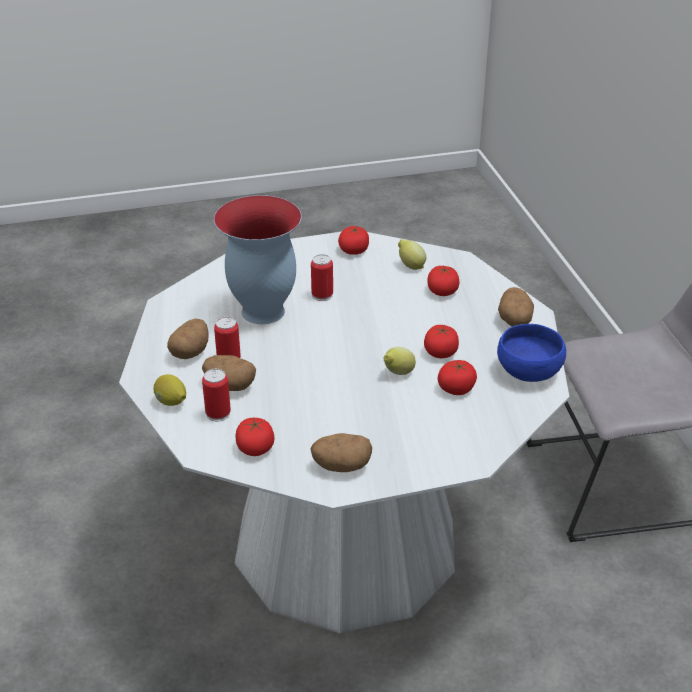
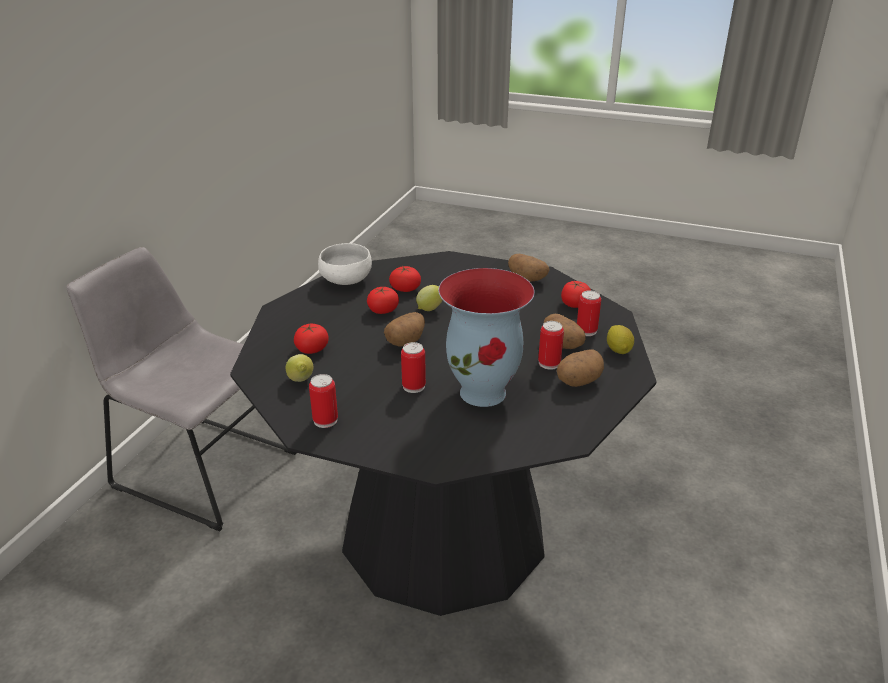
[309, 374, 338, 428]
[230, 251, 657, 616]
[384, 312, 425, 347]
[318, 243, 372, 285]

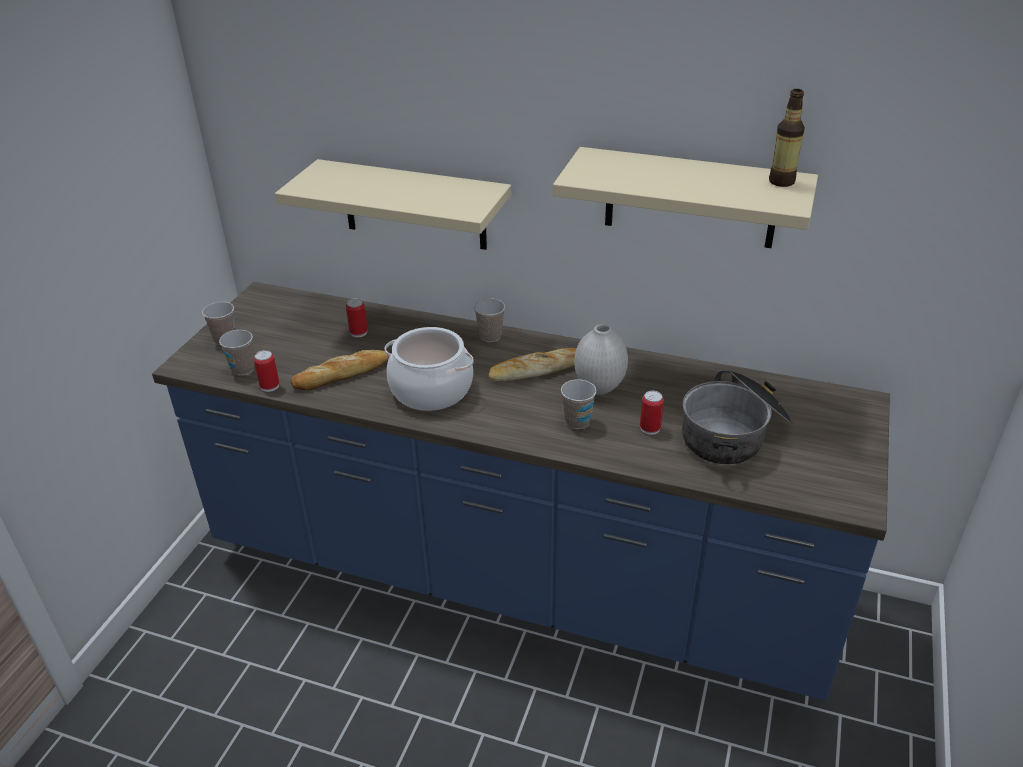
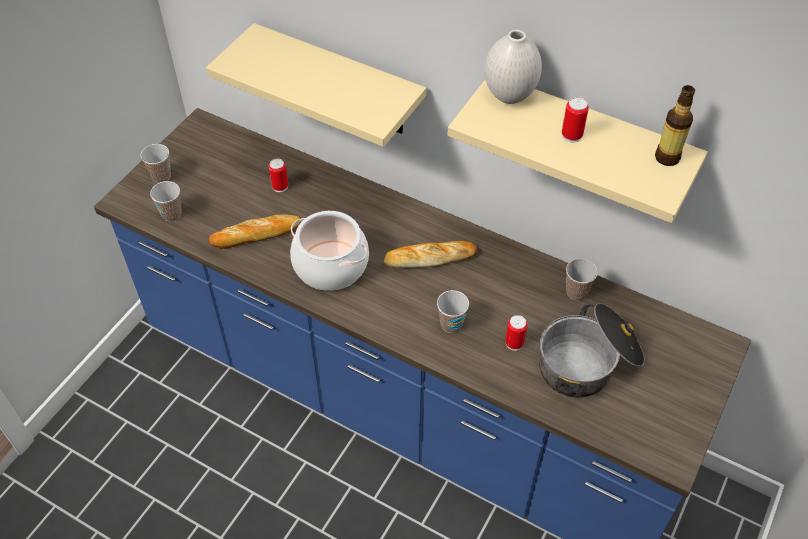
[566, 258, 598, 301]
[484, 30, 542, 104]
[562, 97, 589, 142]

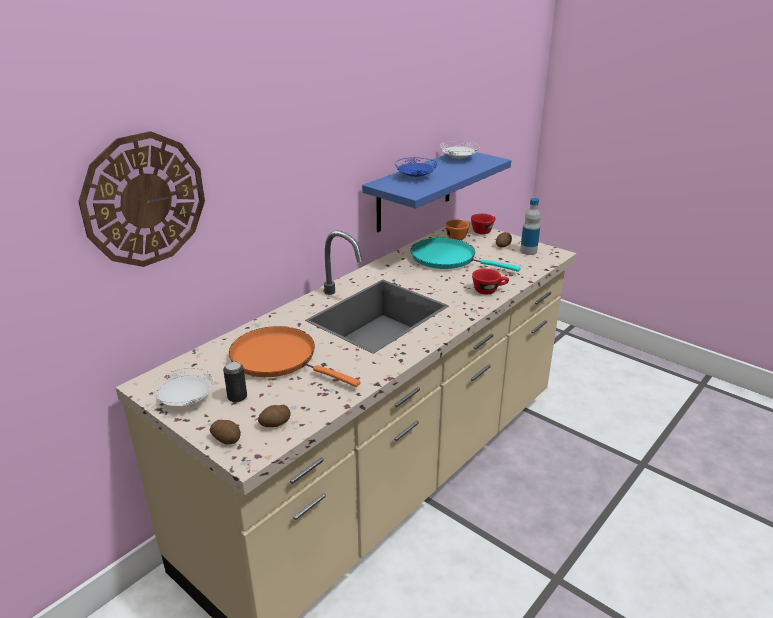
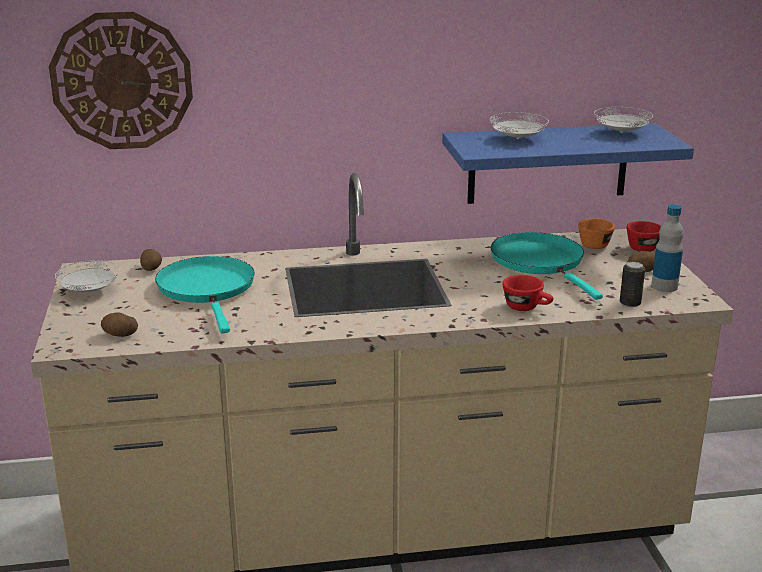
[490, 112, 549, 139]
[155, 256, 255, 333]
[620, 261, 645, 307]
[140, 249, 162, 271]

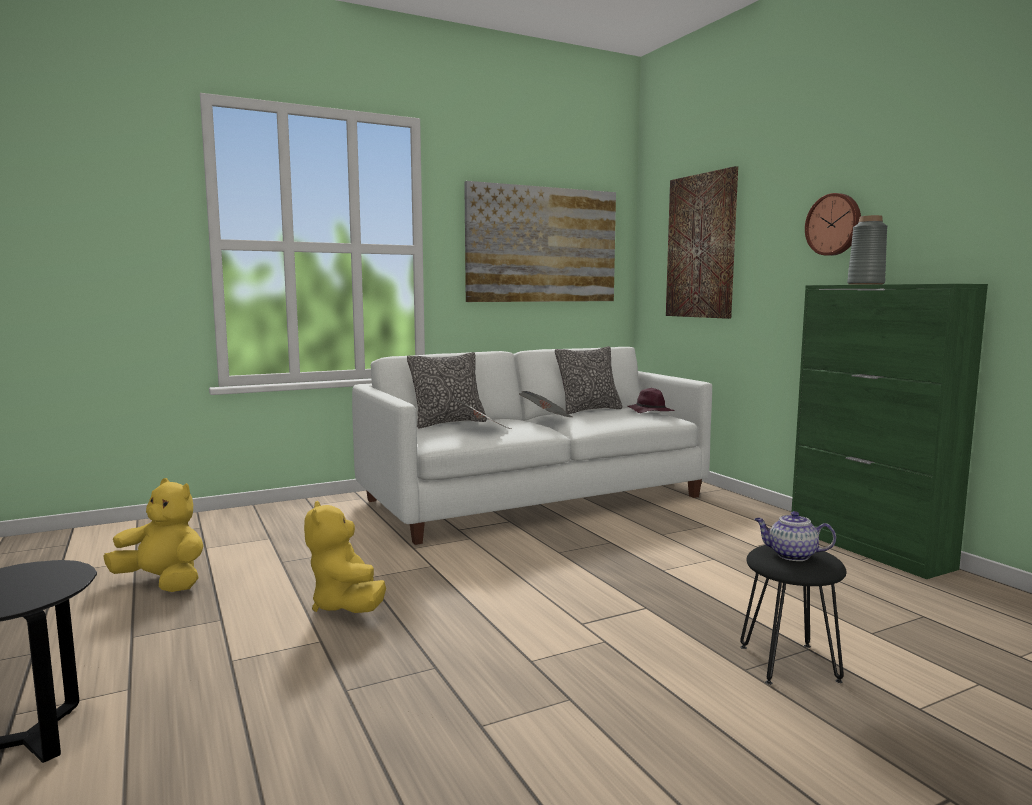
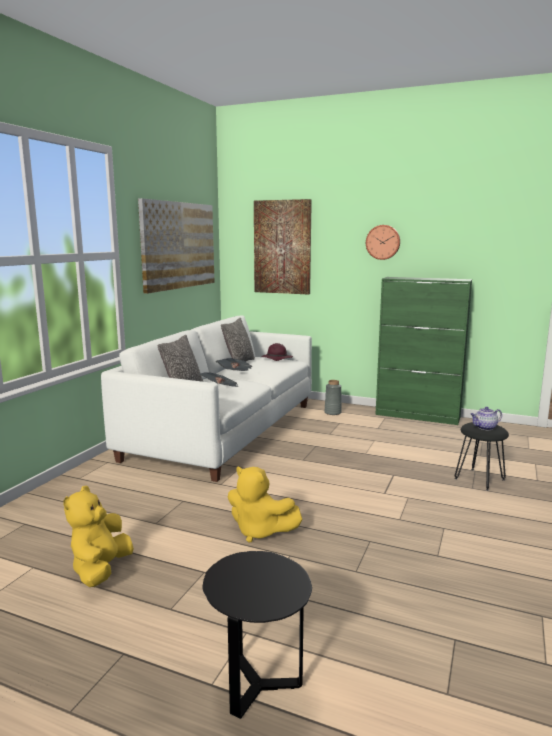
[324, 380, 342, 415]
[63, 485, 134, 587]

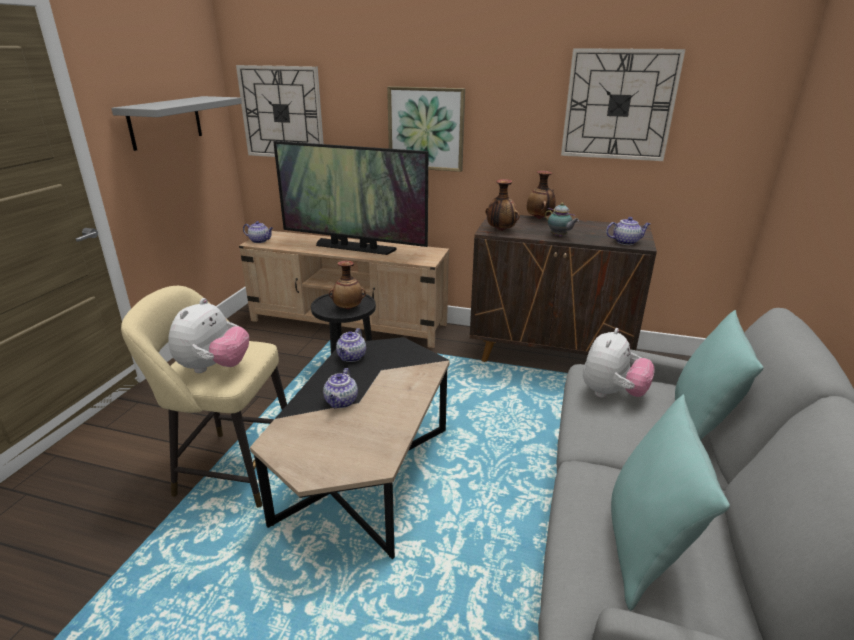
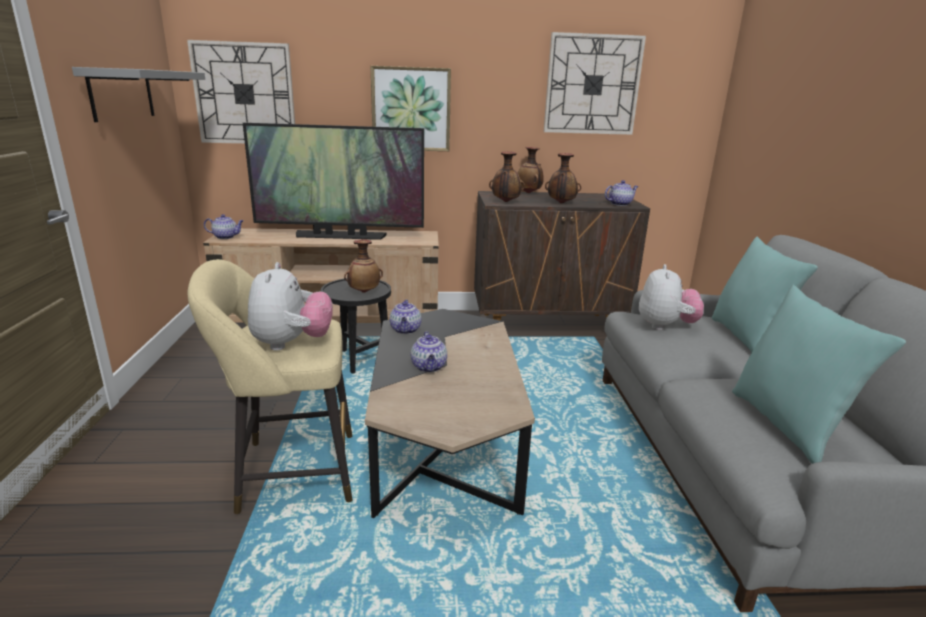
[545, 153, 581, 203]

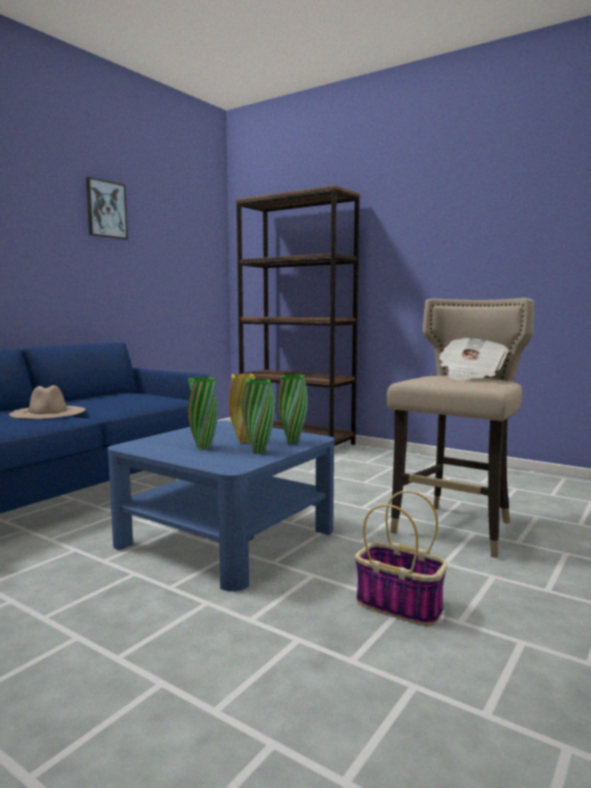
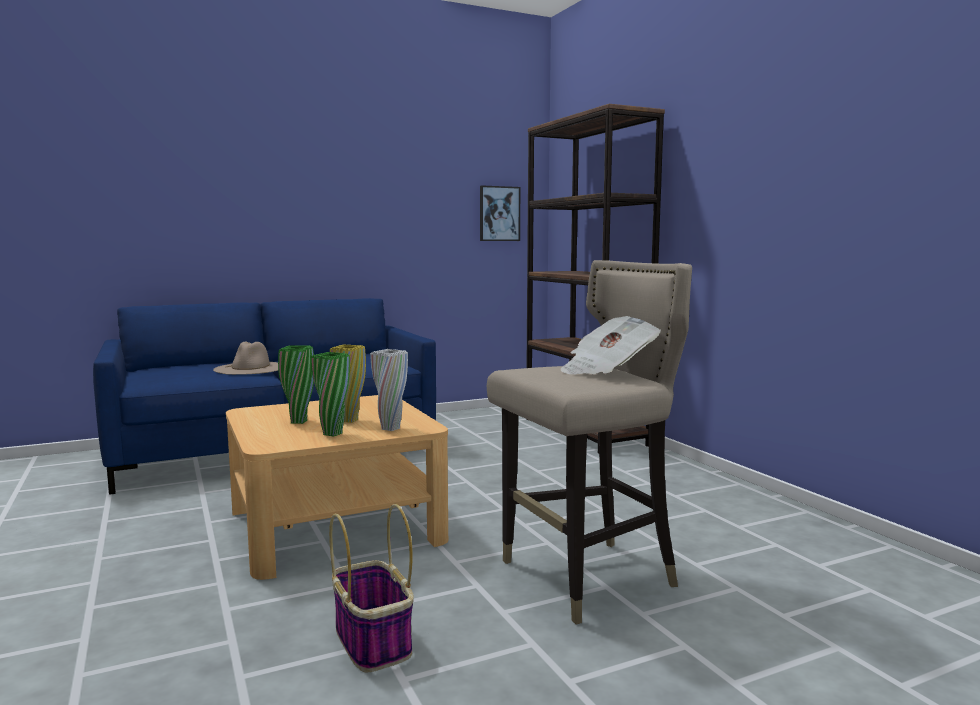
[480, 185, 520, 241]
[370, 349, 408, 431]
[226, 395, 448, 580]

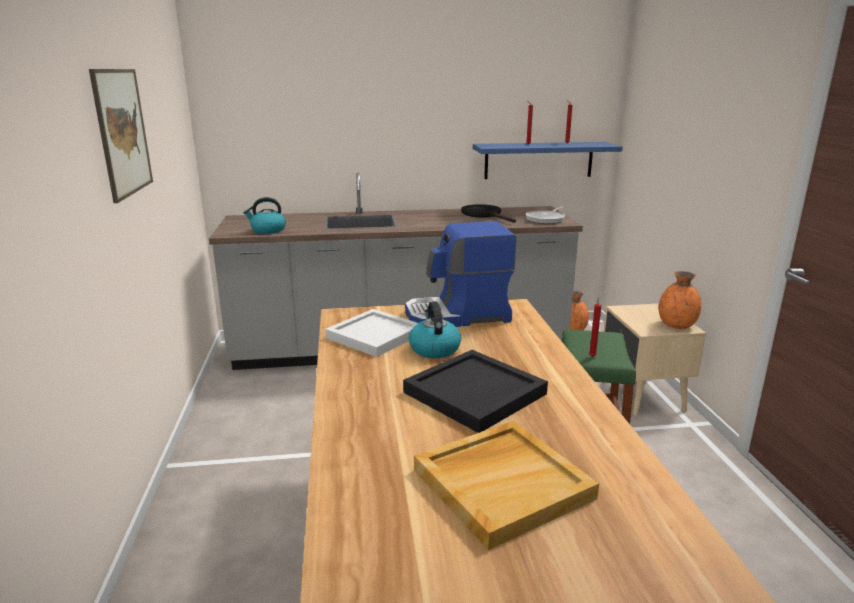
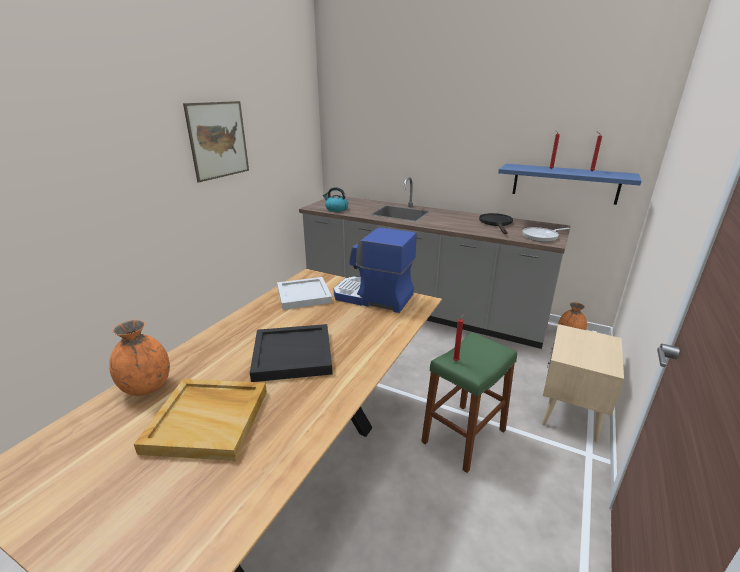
[109, 320, 170, 396]
[409, 301, 461, 358] (first image)

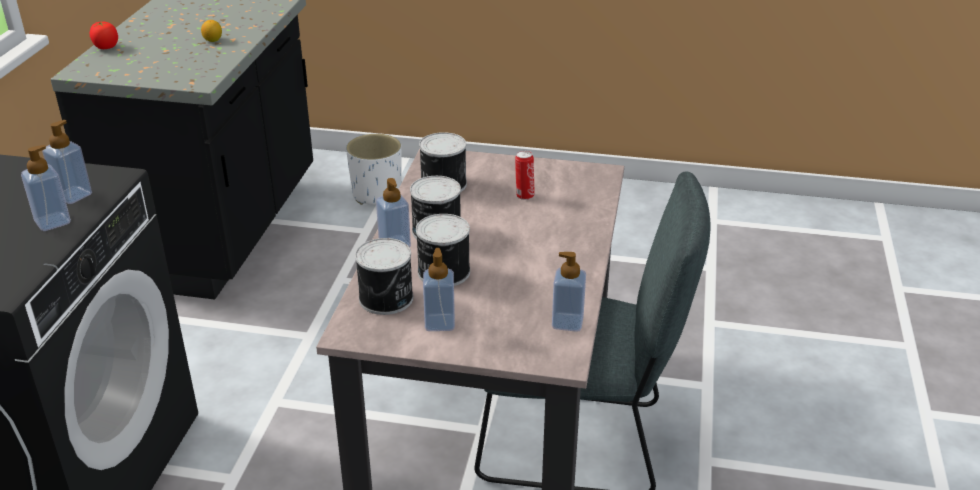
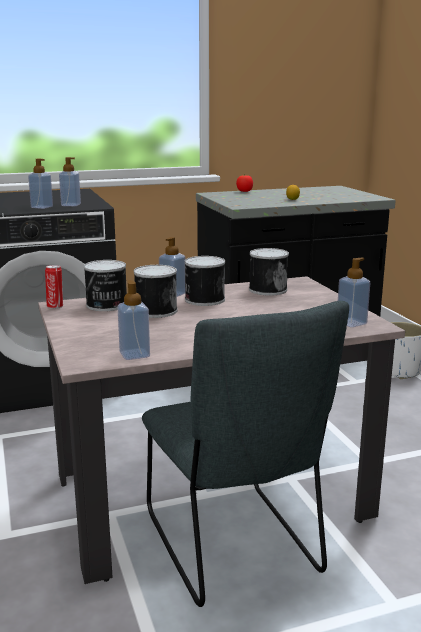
[45, 265, 63, 309]
[338, 258, 371, 327]

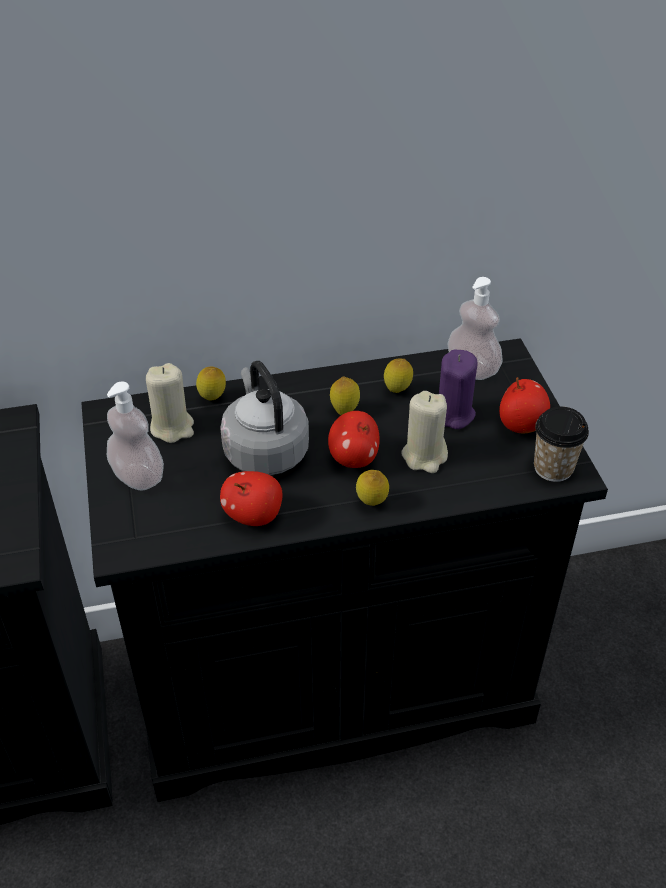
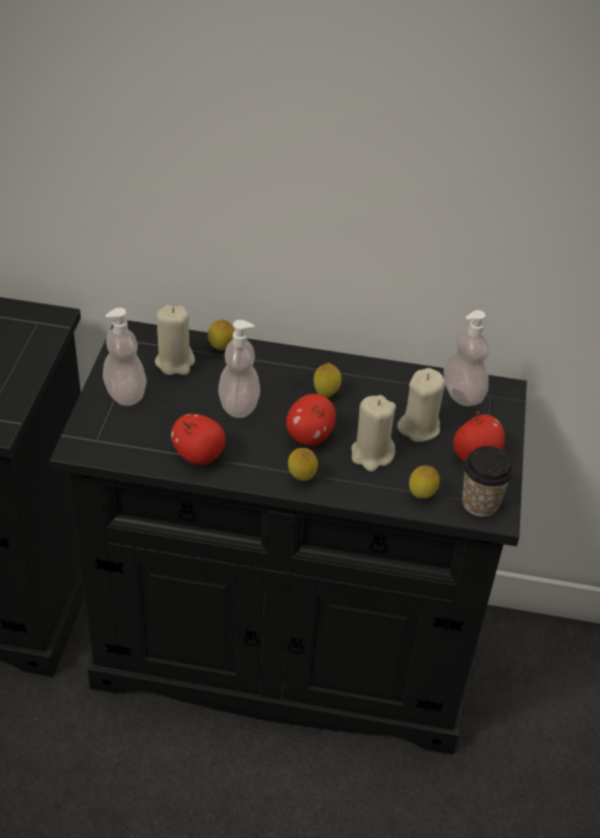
[397, 368, 445, 442]
[409, 465, 440, 499]
[218, 320, 260, 418]

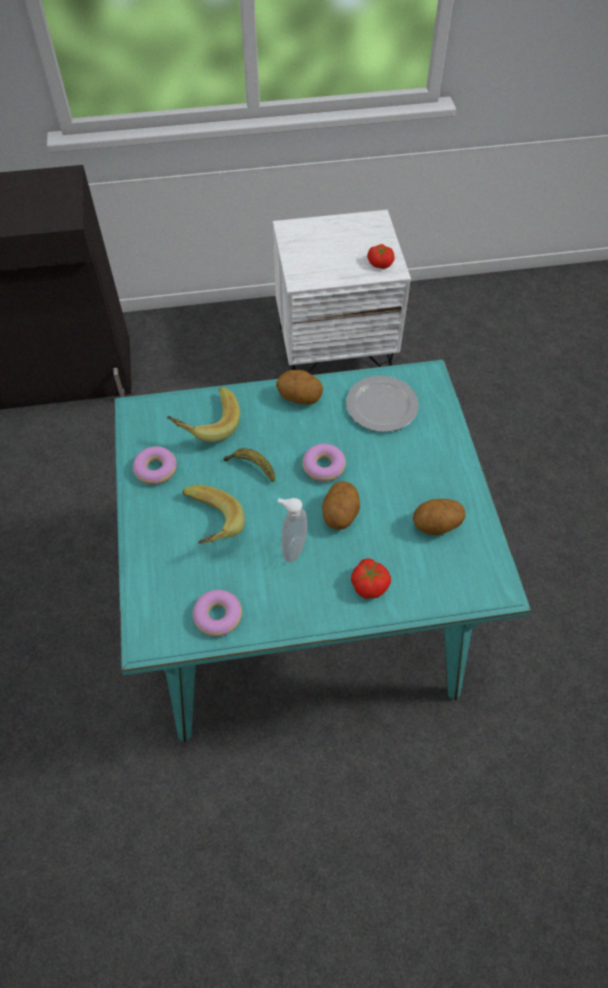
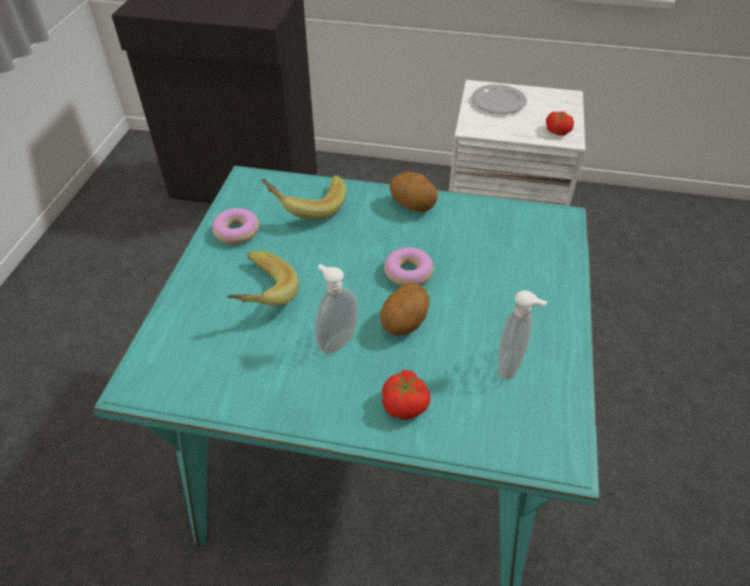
[472, 84, 527, 114]
[223, 448, 275, 482] (first image)
[498, 290, 547, 379]
[193, 590, 242, 636] (first image)

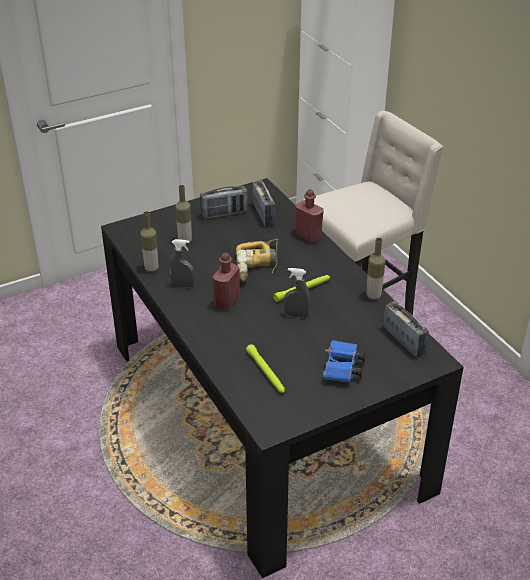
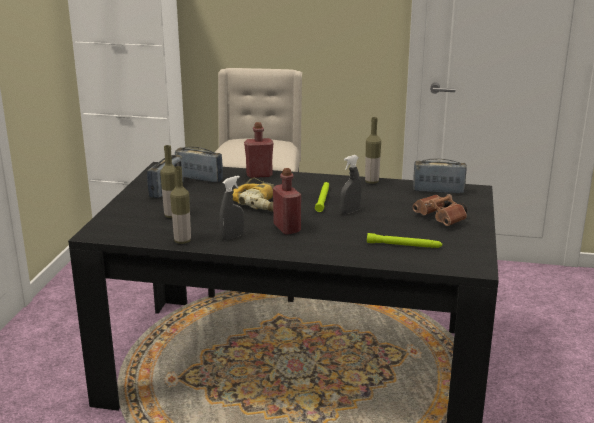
[412, 194, 467, 226]

